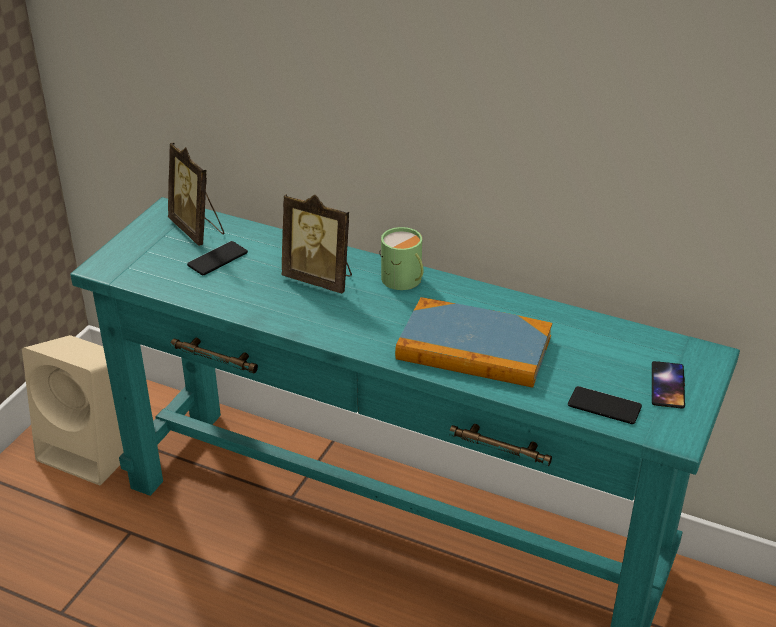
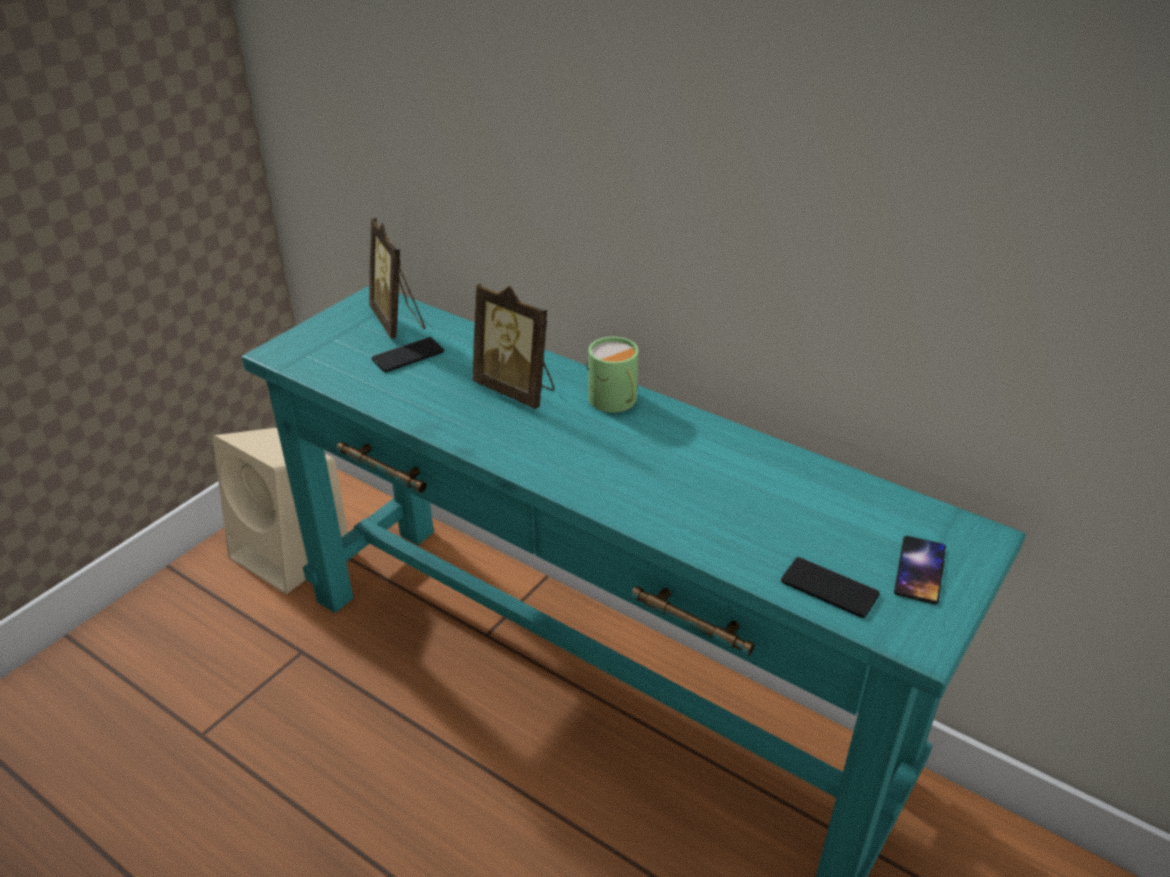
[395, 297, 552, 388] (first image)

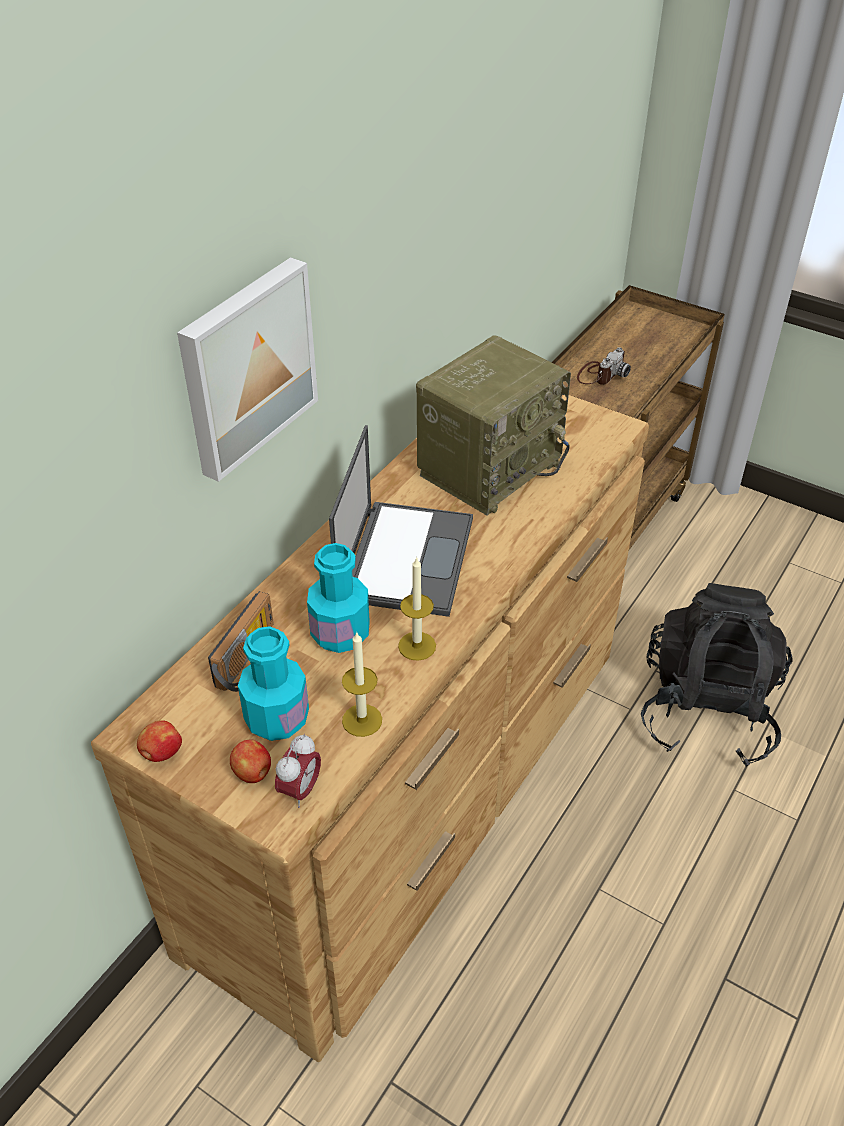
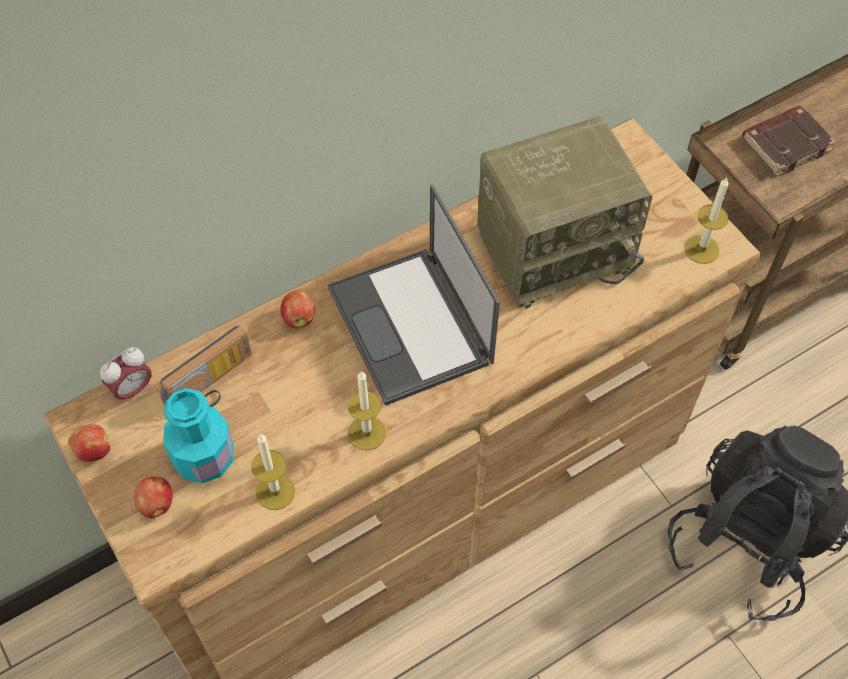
[177, 257, 318, 482] (first image)
[742, 105, 836, 176]
[328, 184, 500, 406]
[307, 543, 370, 653] (first image)
[100, 347, 152, 404]
[684, 177, 729, 264]
[280, 290, 315, 328]

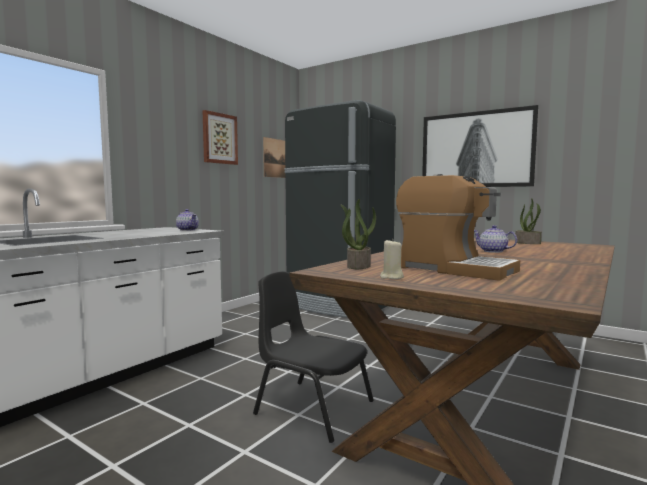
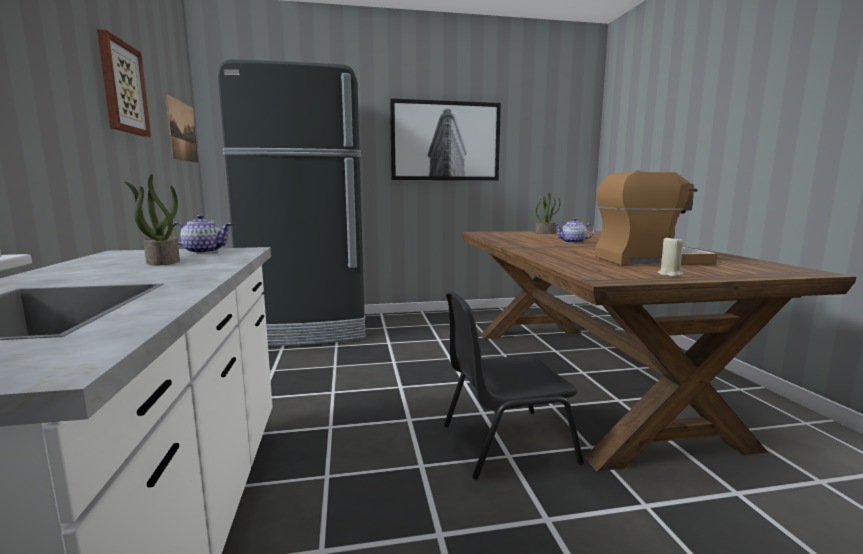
[124, 174, 180, 265]

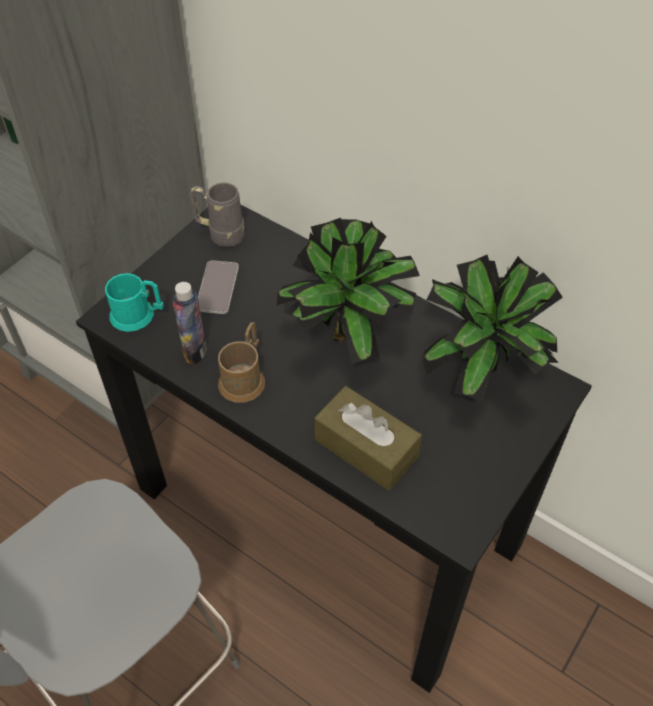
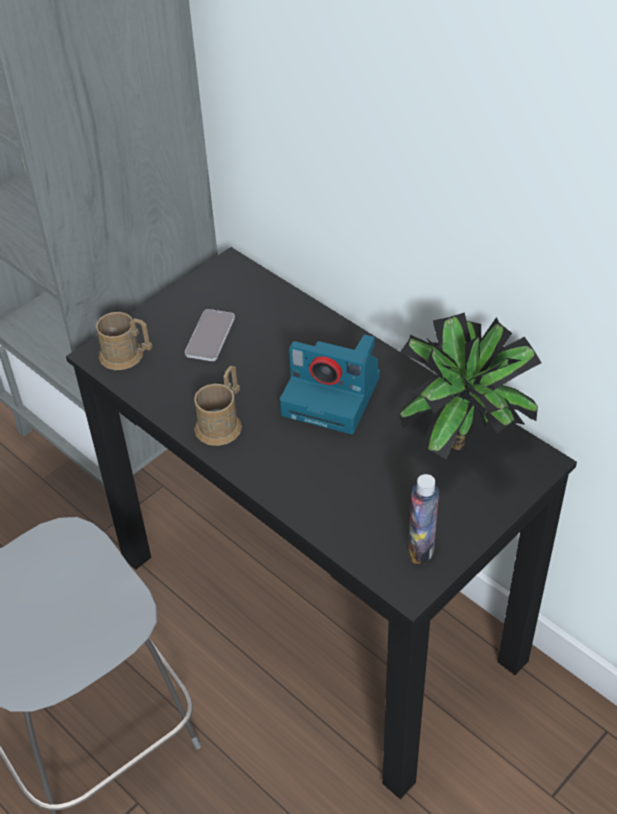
[190, 183, 245, 247] (first image)
[280, 334, 380, 434]
[96, 312, 152, 370]
[408, 474, 439, 565]
[315, 386, 422, 491] (first image)

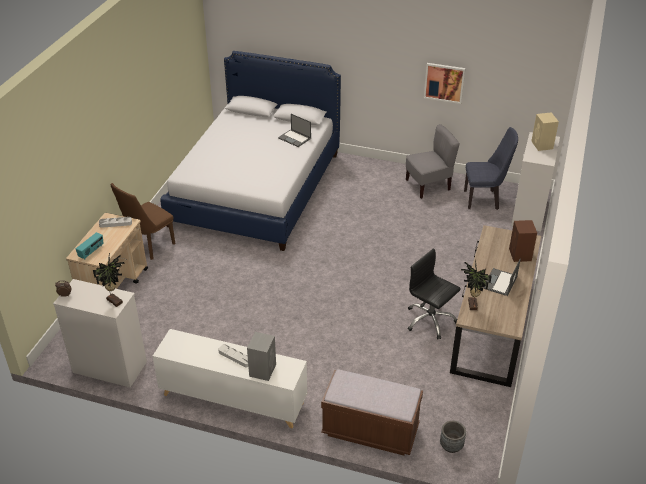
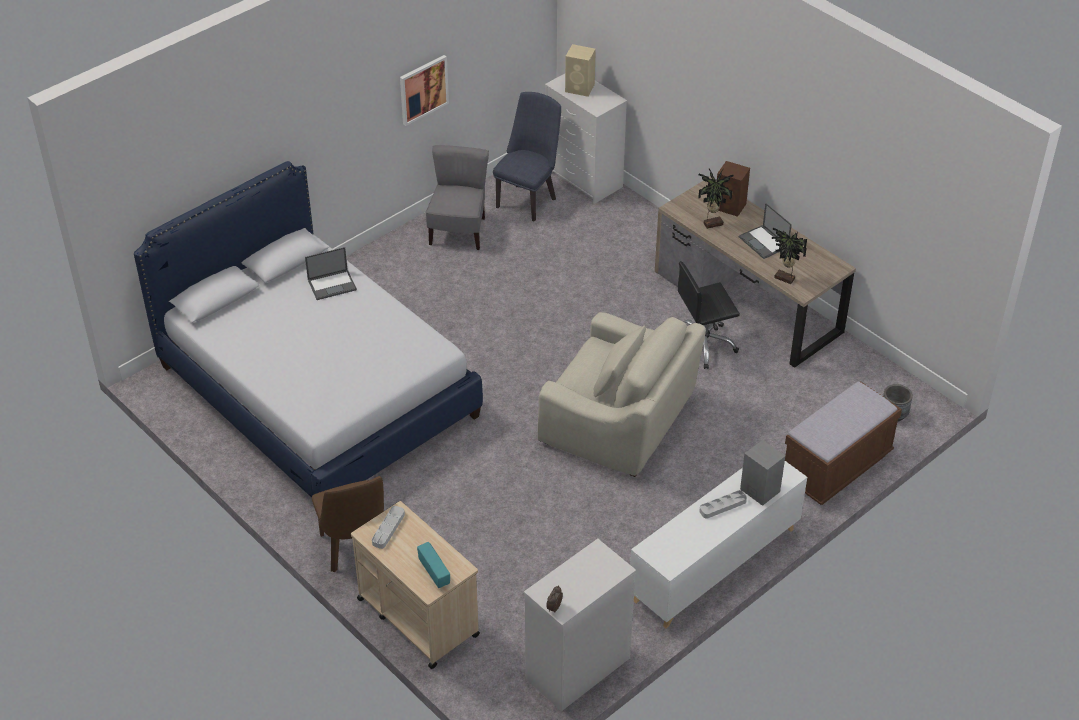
[698, 168, 734, 229]
[538, 312, 706, 477]

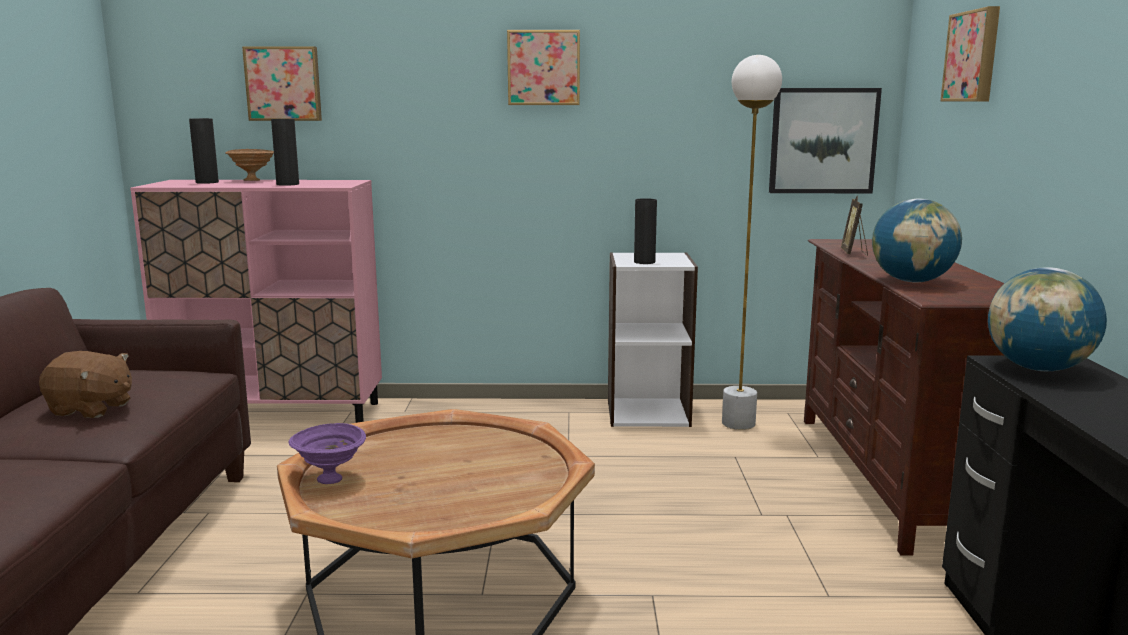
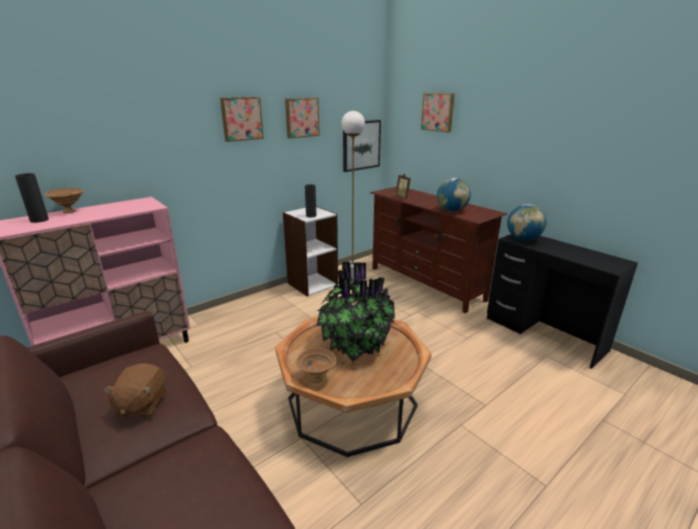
[285, 98, 320, 138]
[271, 119, 299, 186] (first image)
[103, 363, 166, 417]
[296, 348, 336, 383]
[317, 261, 395, 362]

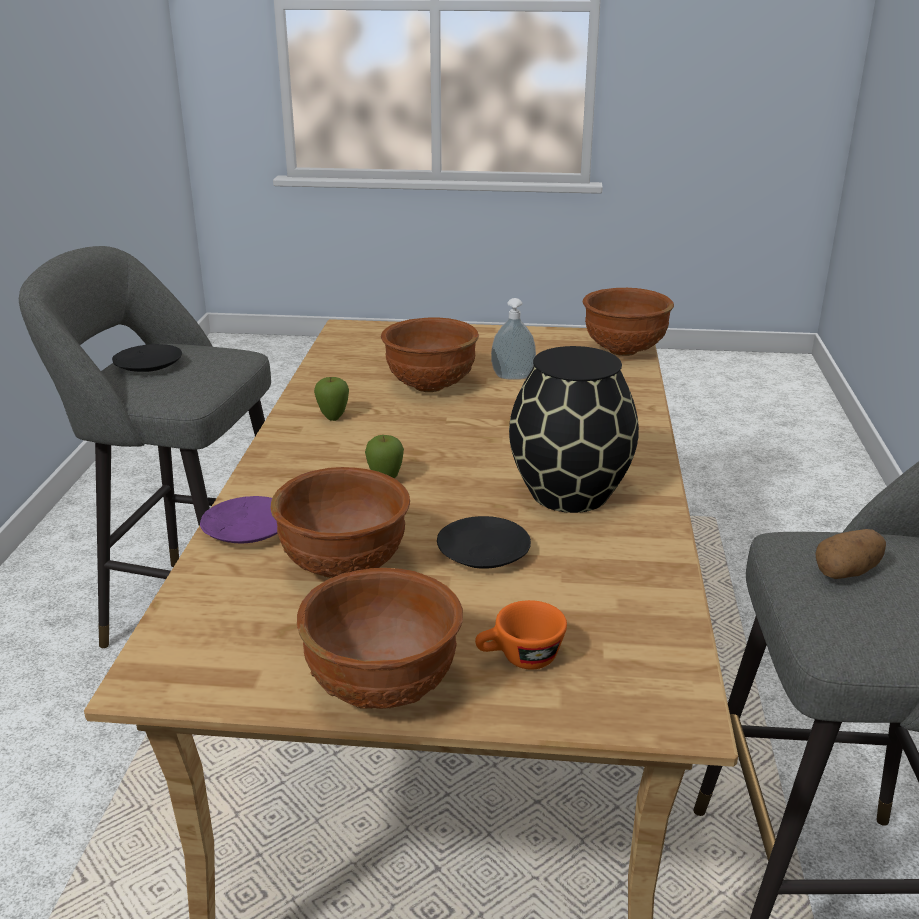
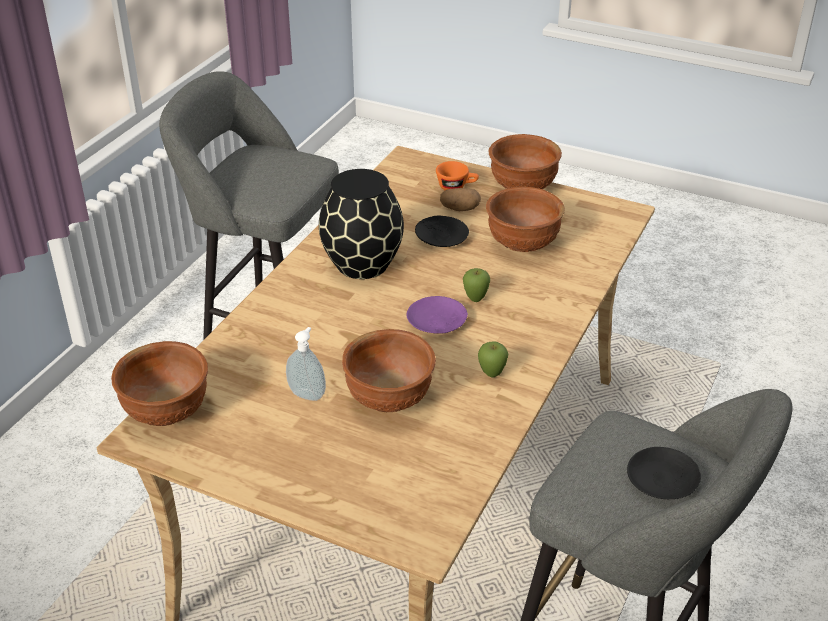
[406, 296, 468, 334]
[440, 188, 481, 211]

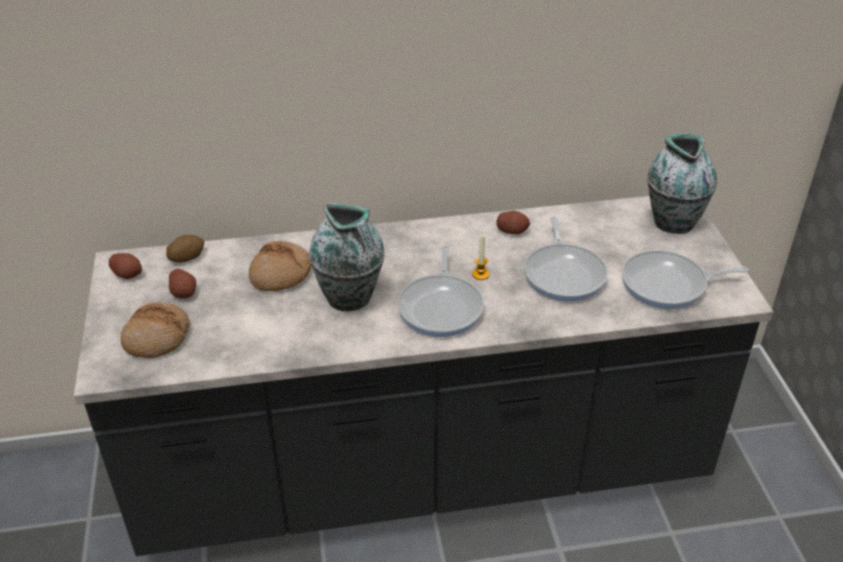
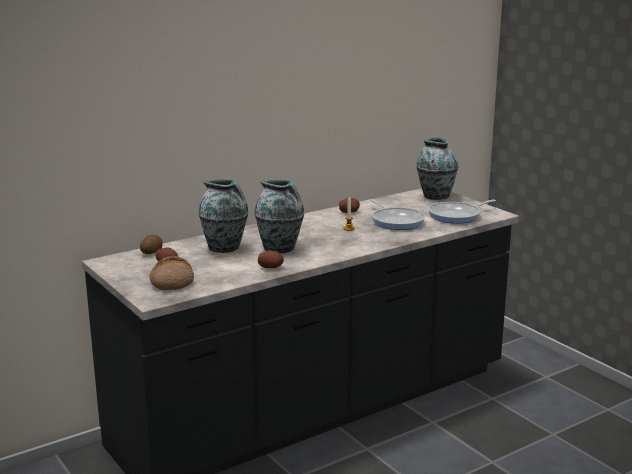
[198, 178, 248, 253]
[398, 246, 484, 337] (first image)
[258, 251, 284, 268]

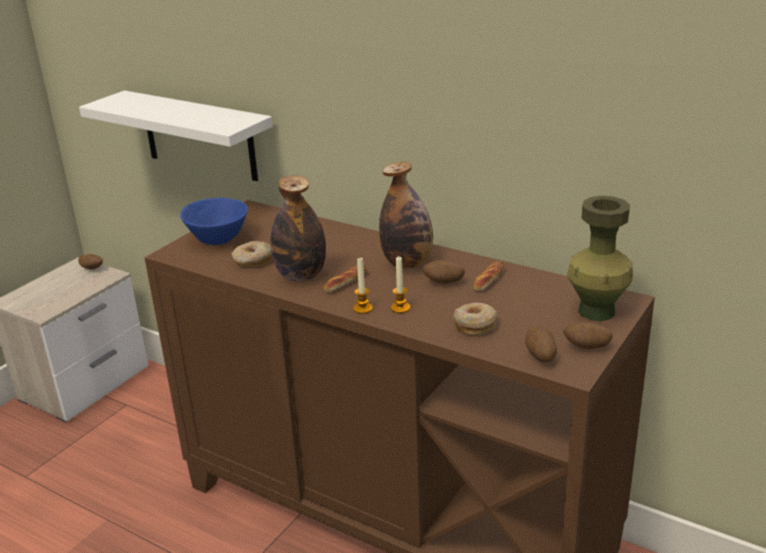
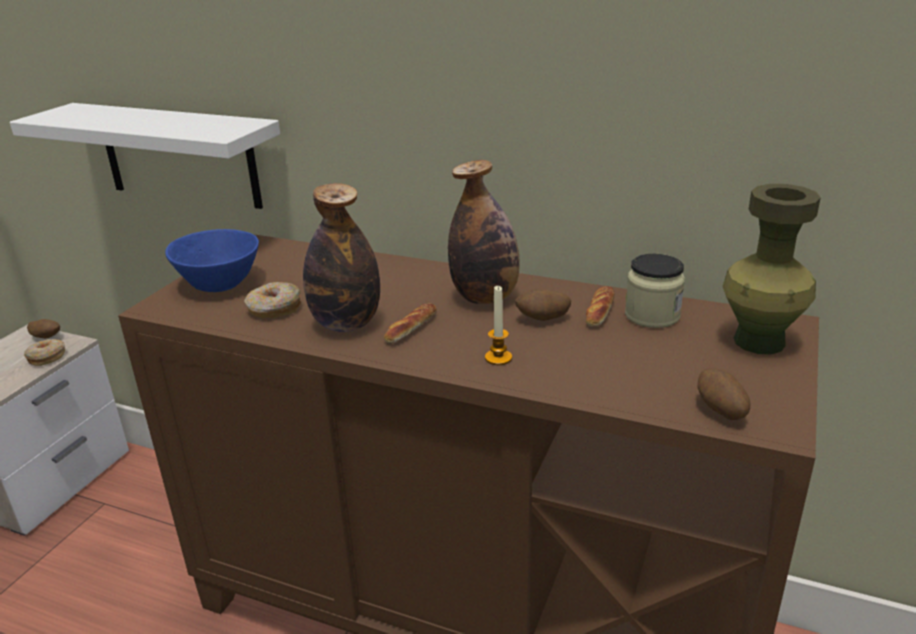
[353, 258, 373, 314] (first image)
[24, 339, 65, 366]
[564, 322, 613, 349] (first image)
[625, 254, 685, 328]

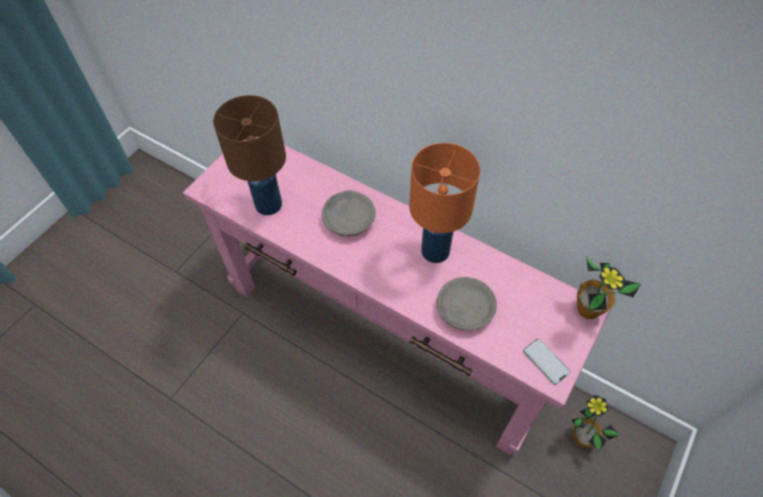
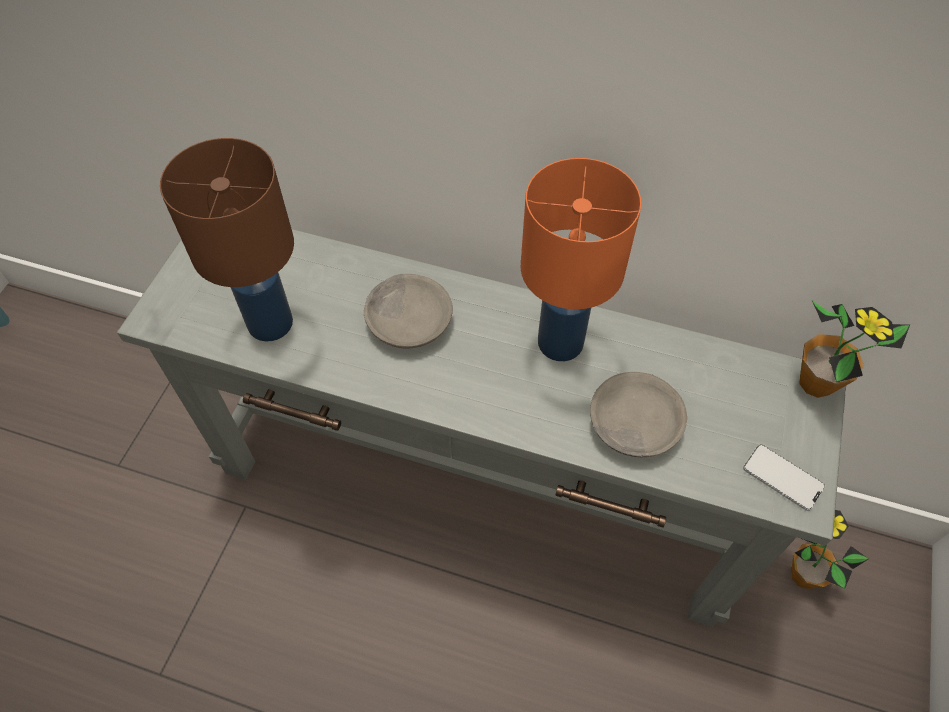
[117, 216, 846, 627]

